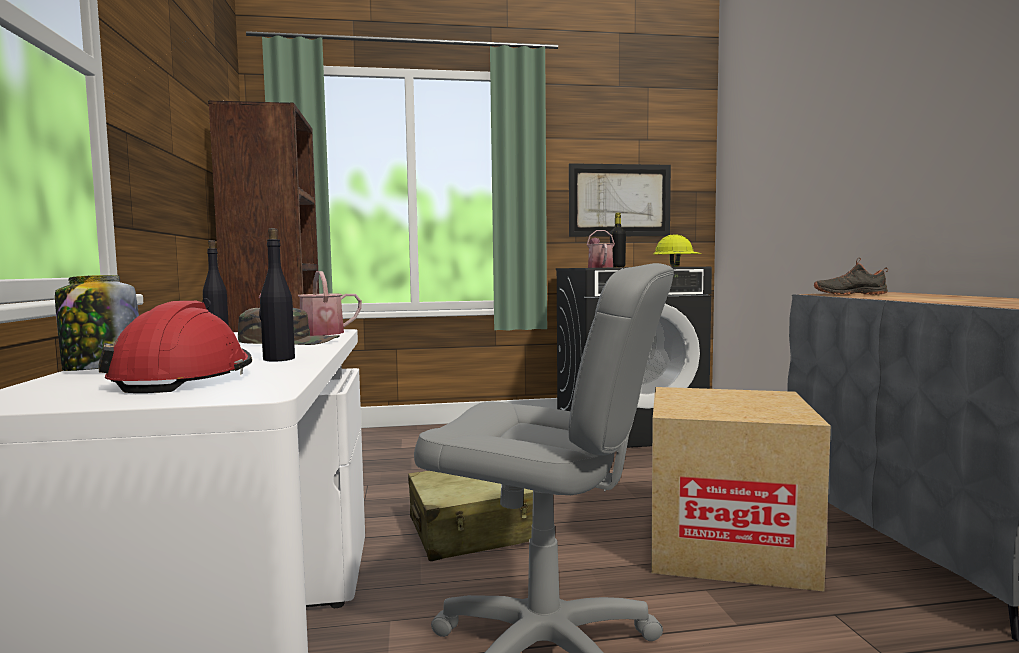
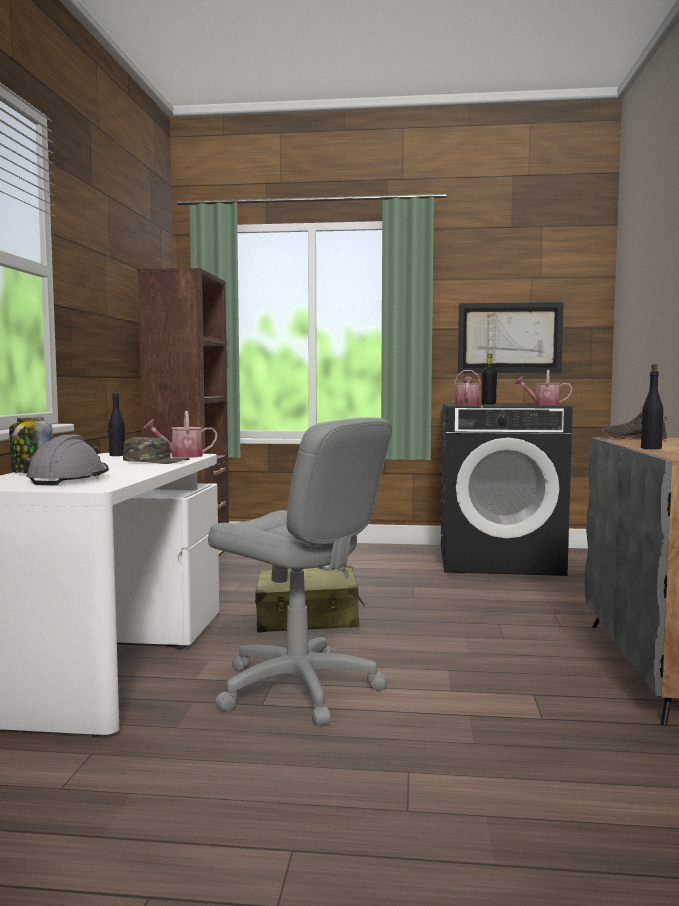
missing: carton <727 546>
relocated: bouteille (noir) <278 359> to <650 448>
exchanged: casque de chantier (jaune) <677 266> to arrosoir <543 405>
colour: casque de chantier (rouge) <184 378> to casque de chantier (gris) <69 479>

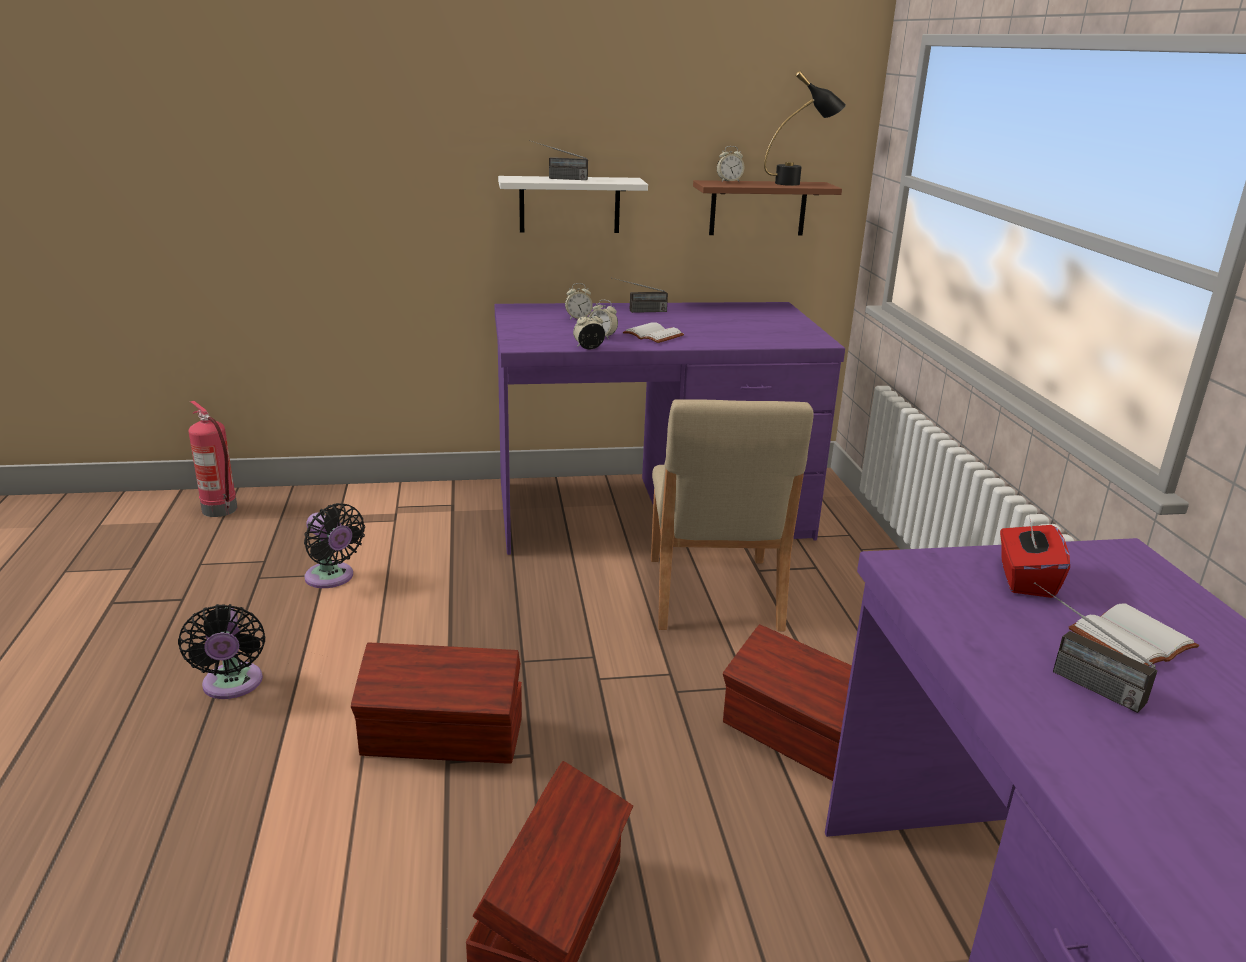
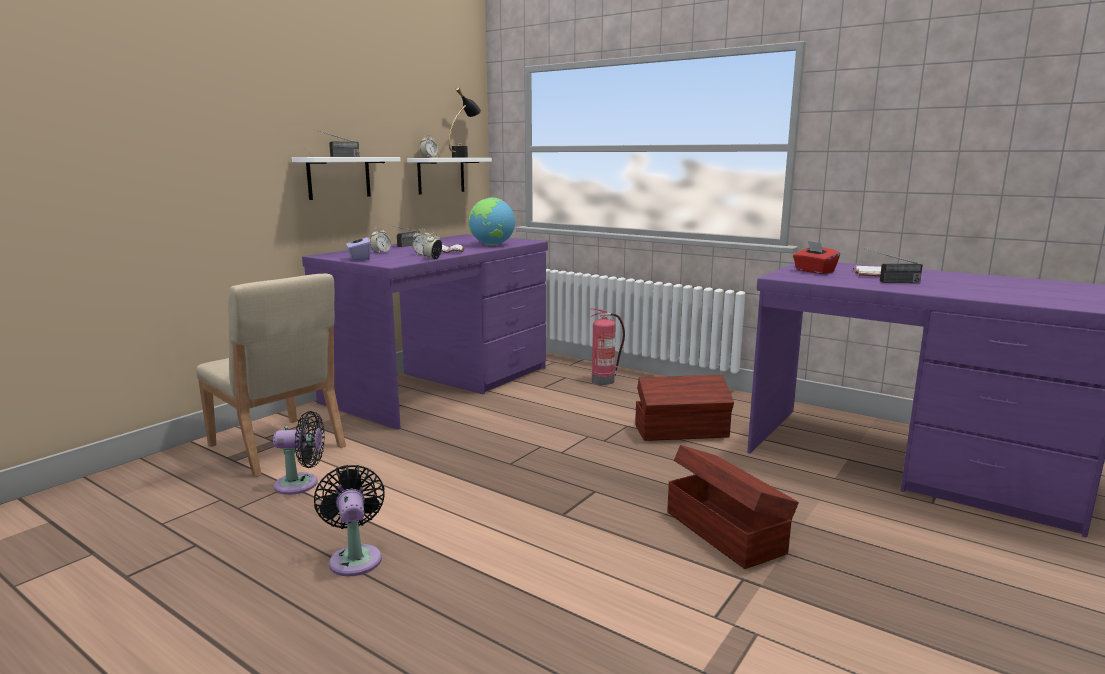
missing: boîte de rangement (marron) <443 738>
appeared: boîte à mouchoirs (violet) <359 258>; globe <492 245>
relocated: chaise (beige) <713 594> to <277 447>; extincteur <221 509> to <604 381>
colour: étagère (marron) <758 208> to étagère (blanc) <441 175>
spun: ventilateur (noir) <232 685> = <355 557> 135 degrees counterclockwise

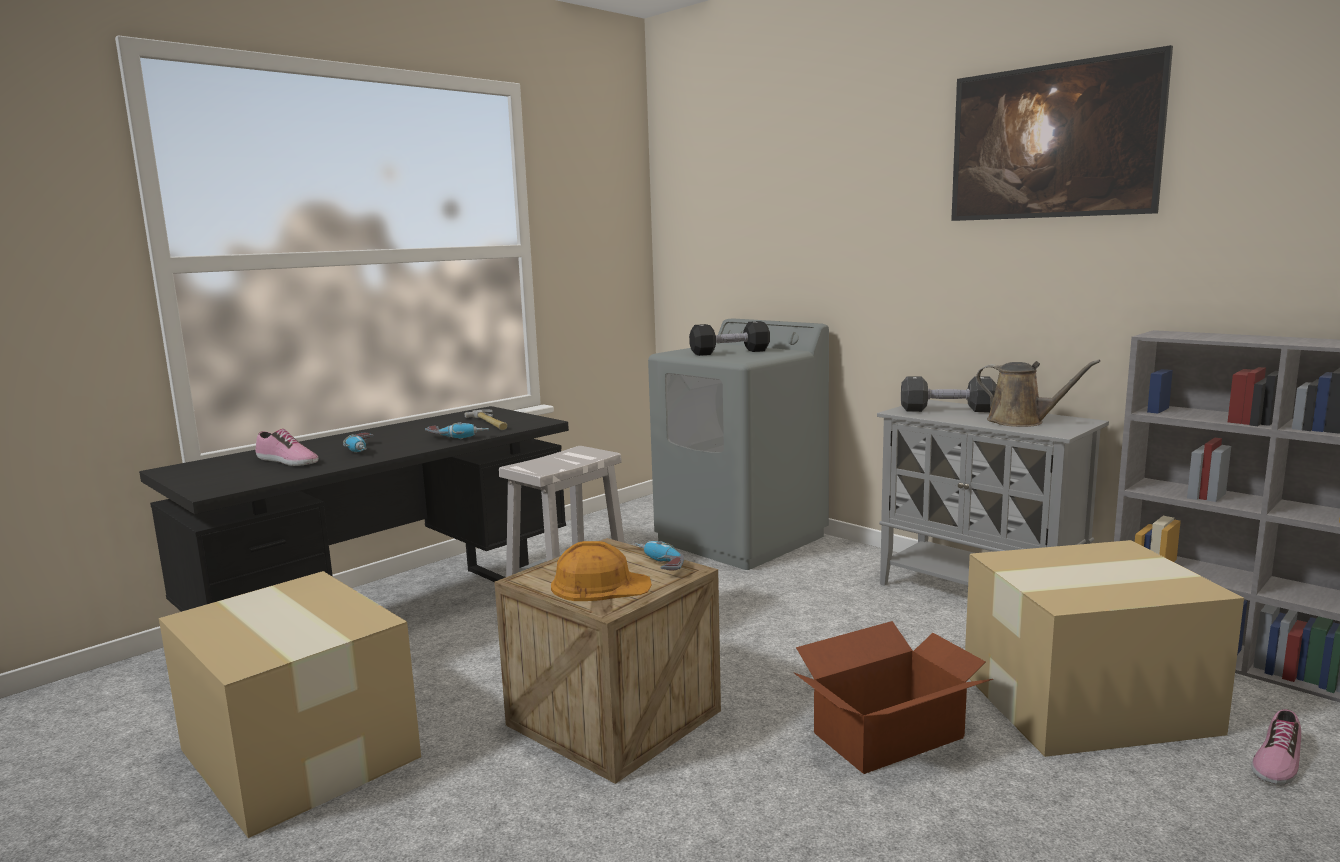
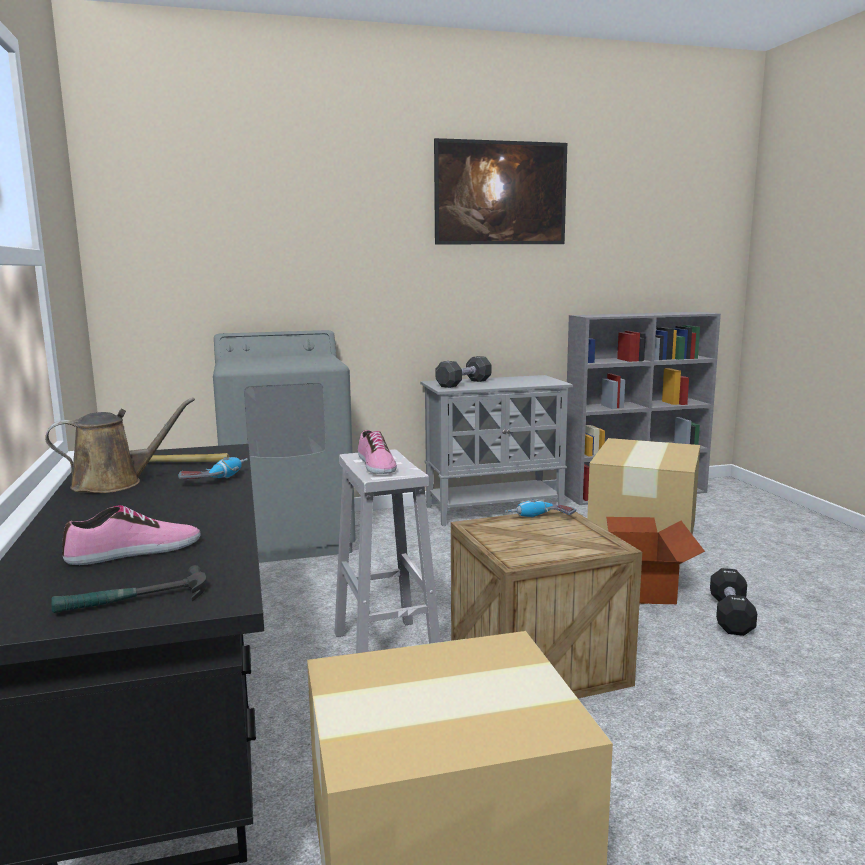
missing: perceuse <362 450>; casque de chantier (orange) <599 585>
appeared: marteau <133 601>
relocated: arrosoir (marron) <1021 421> to <114 483>; chaussure <1276 760> to <375 465>; haltère (noir) <729 352> to <730 615>

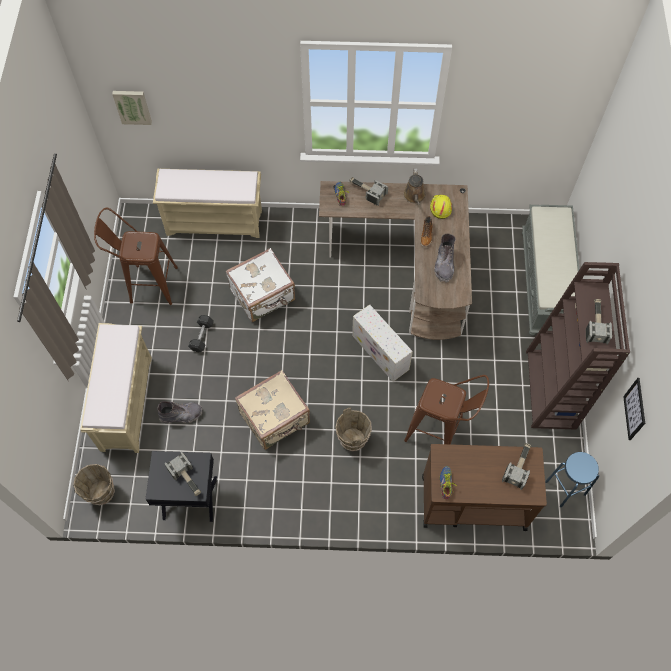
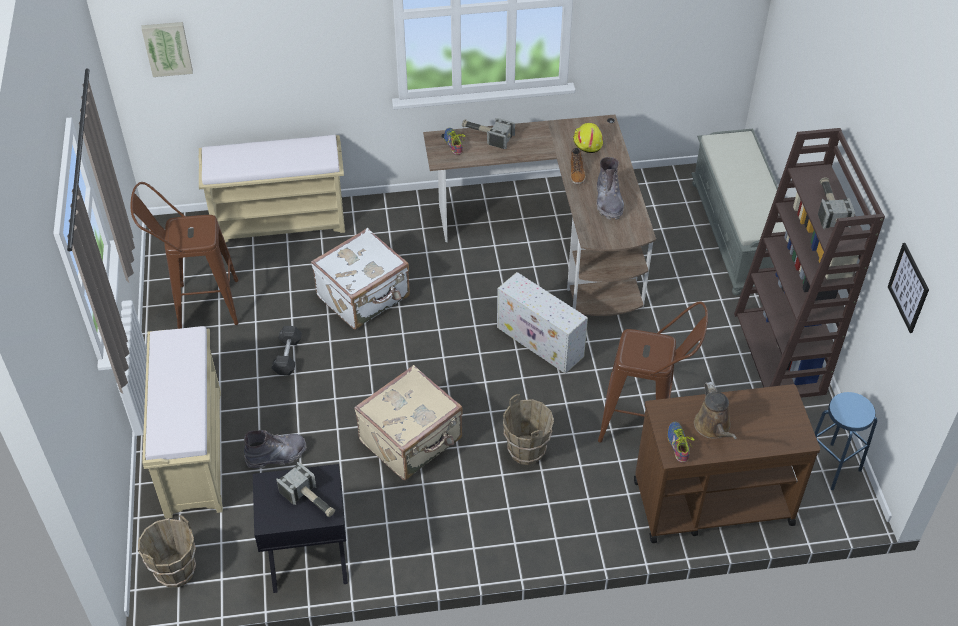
missing: marteau <519 466>
relocated: arrosoir (marron) <414 196> to <713 427>

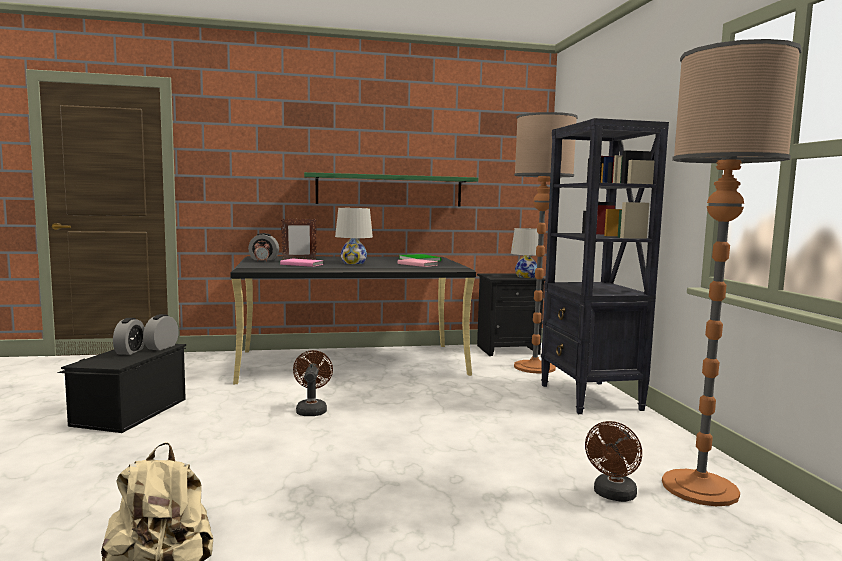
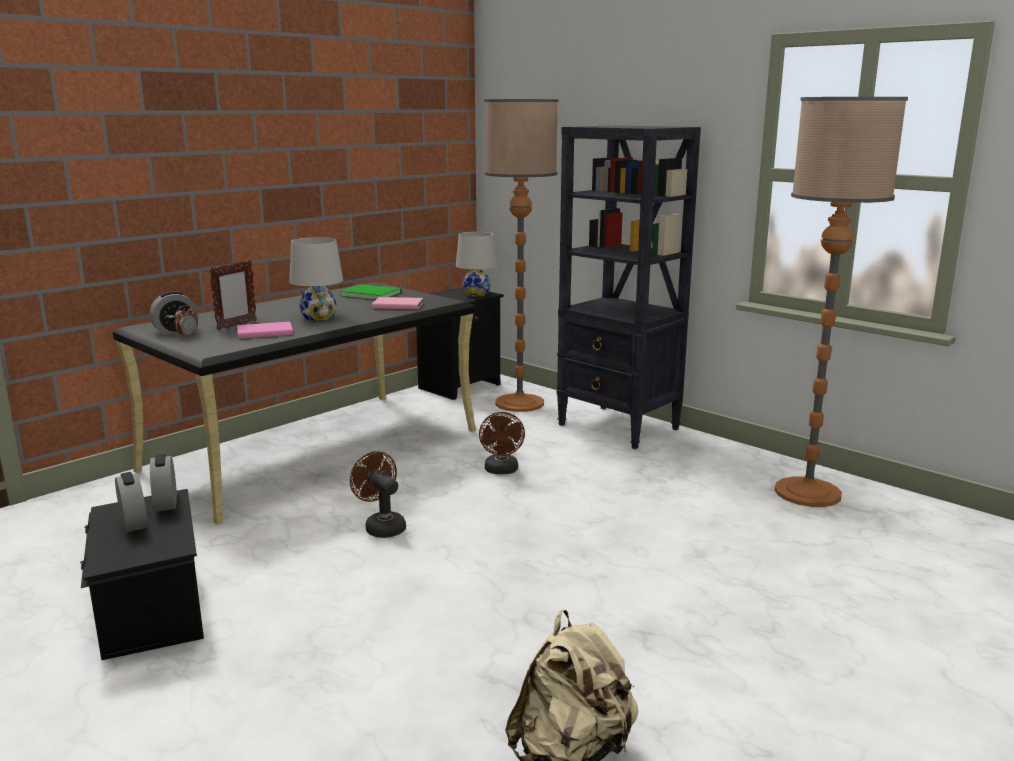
missing: étagère (vert) <389 190>
relocated: ventilateur (marron) <613 495> to <501 471>

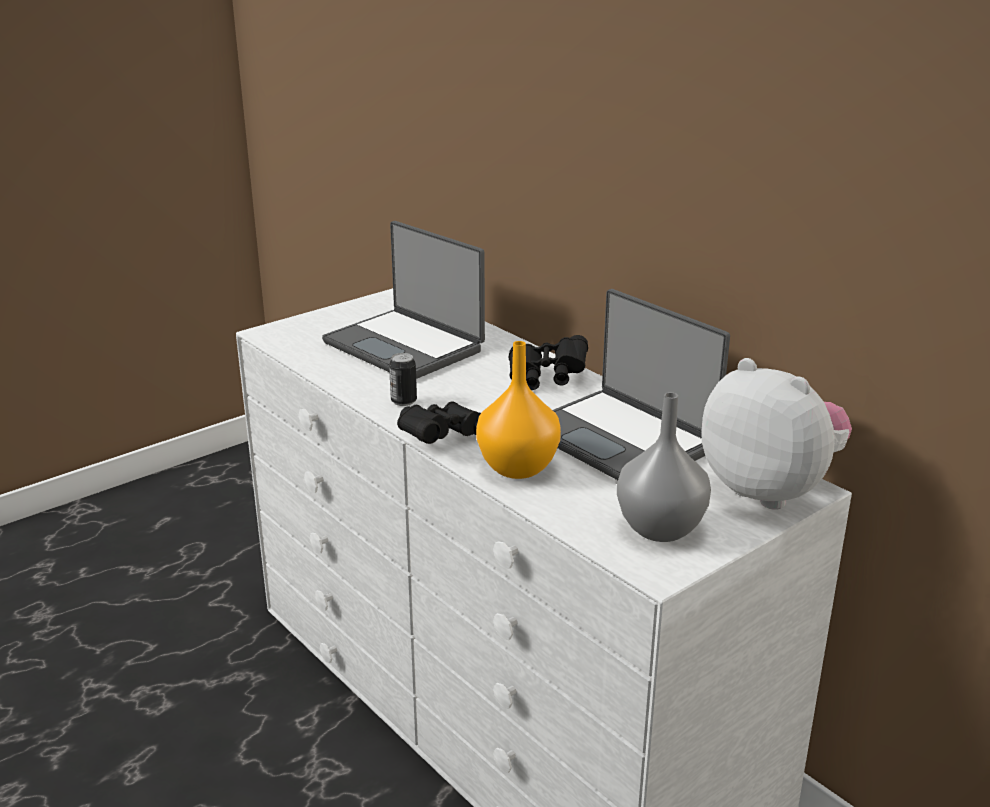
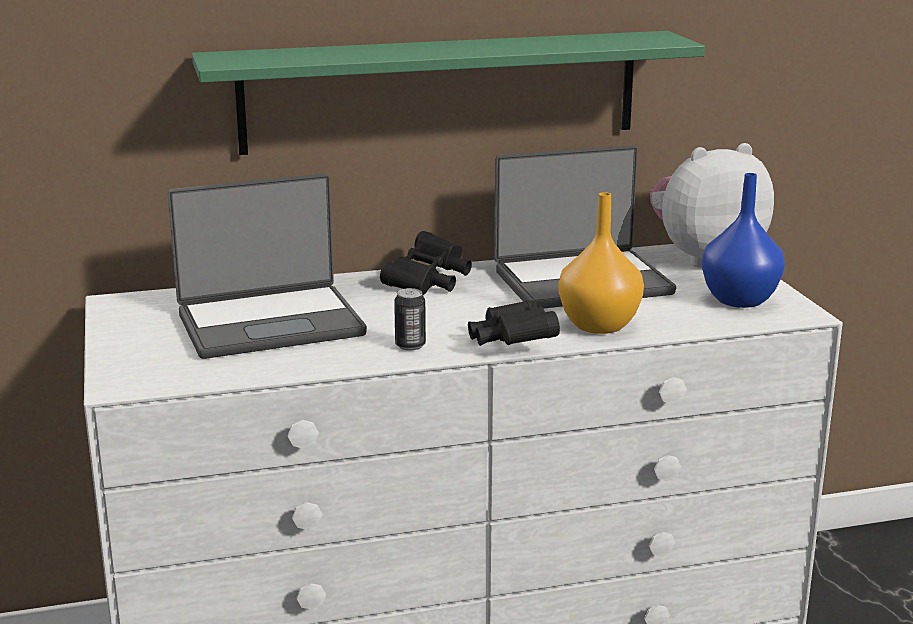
appeared: étagère (vert) <441 91>
colour: vase (gris) <659 529> to vase (bleu) <741 300>

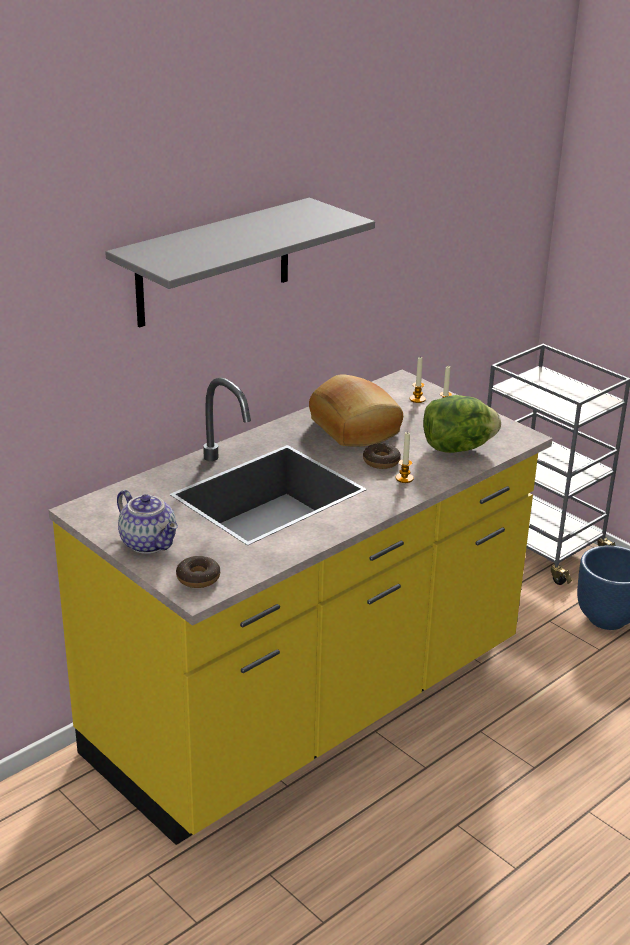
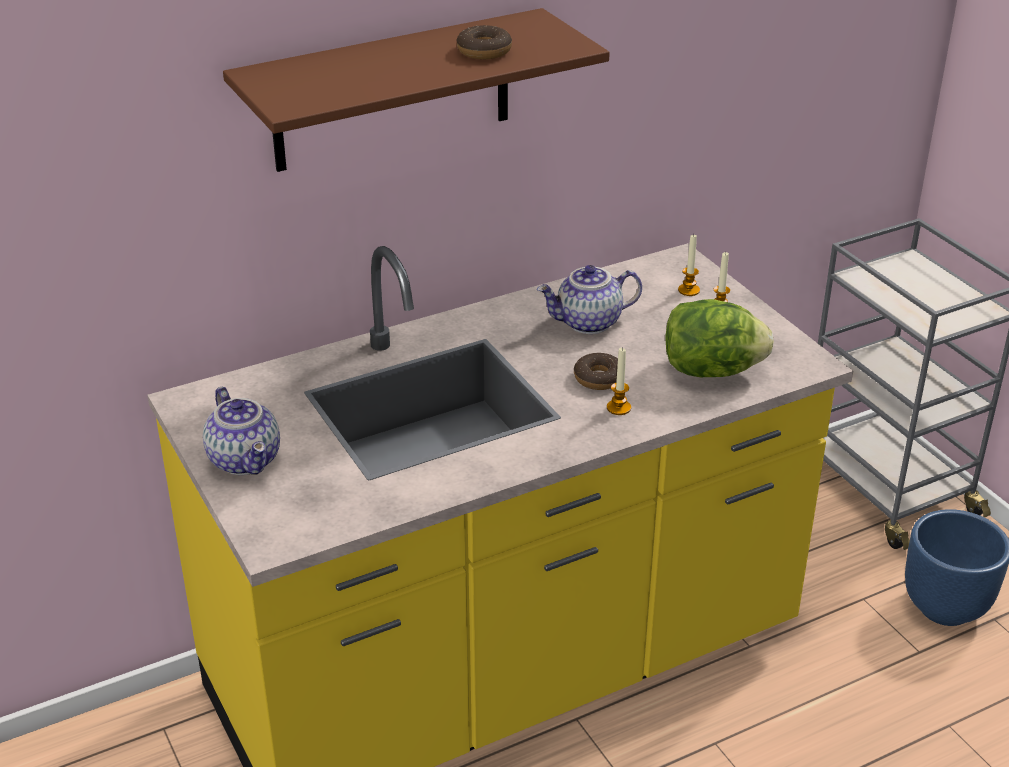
relocated: beignet <198 578> to <484 51>
exchanged: pain <357 427> to théière <588 323>
colour: étagère (gris) <214 263> to étagère (marron) <392 91>

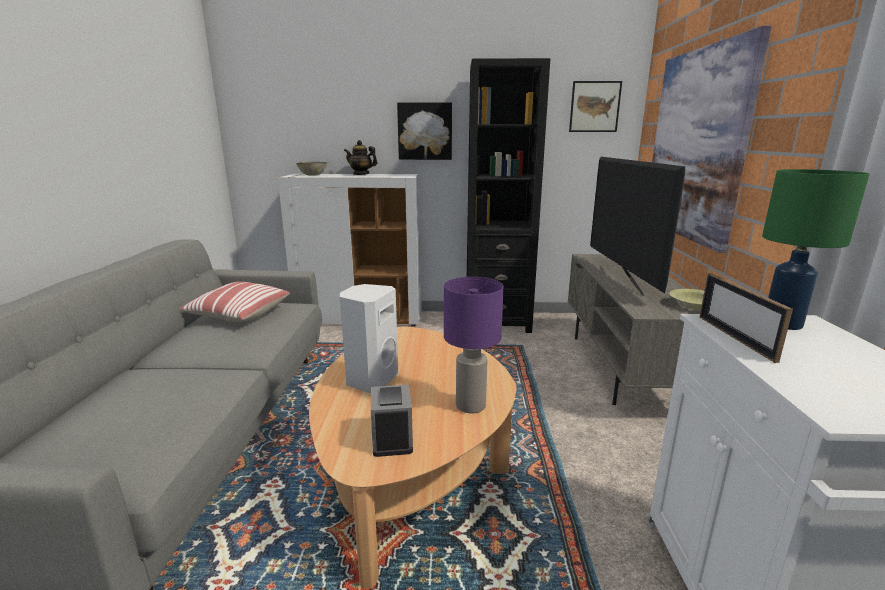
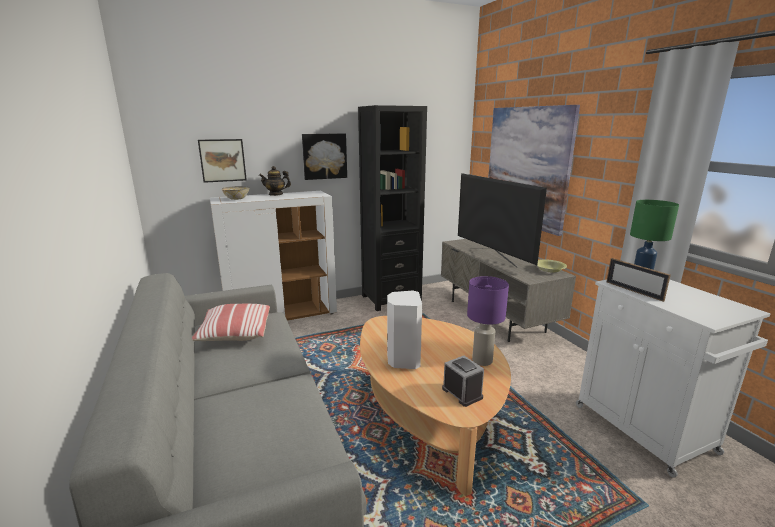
relocated: tableau <594 106> to <222 160>

